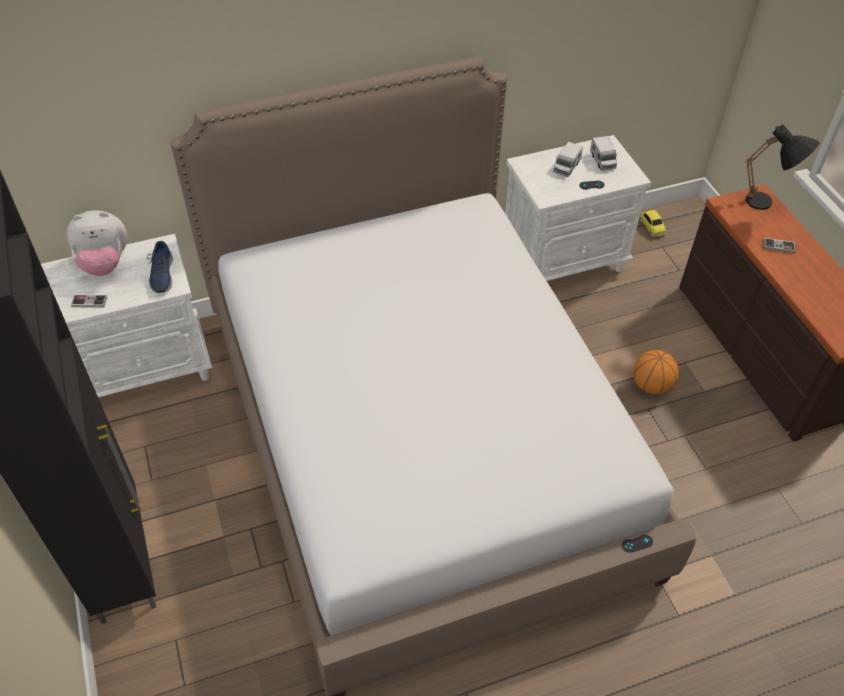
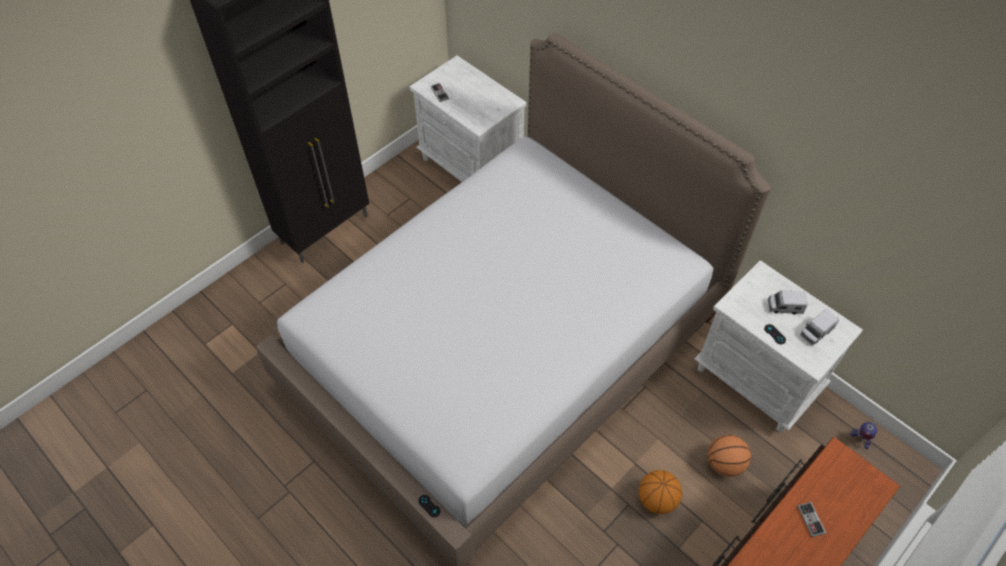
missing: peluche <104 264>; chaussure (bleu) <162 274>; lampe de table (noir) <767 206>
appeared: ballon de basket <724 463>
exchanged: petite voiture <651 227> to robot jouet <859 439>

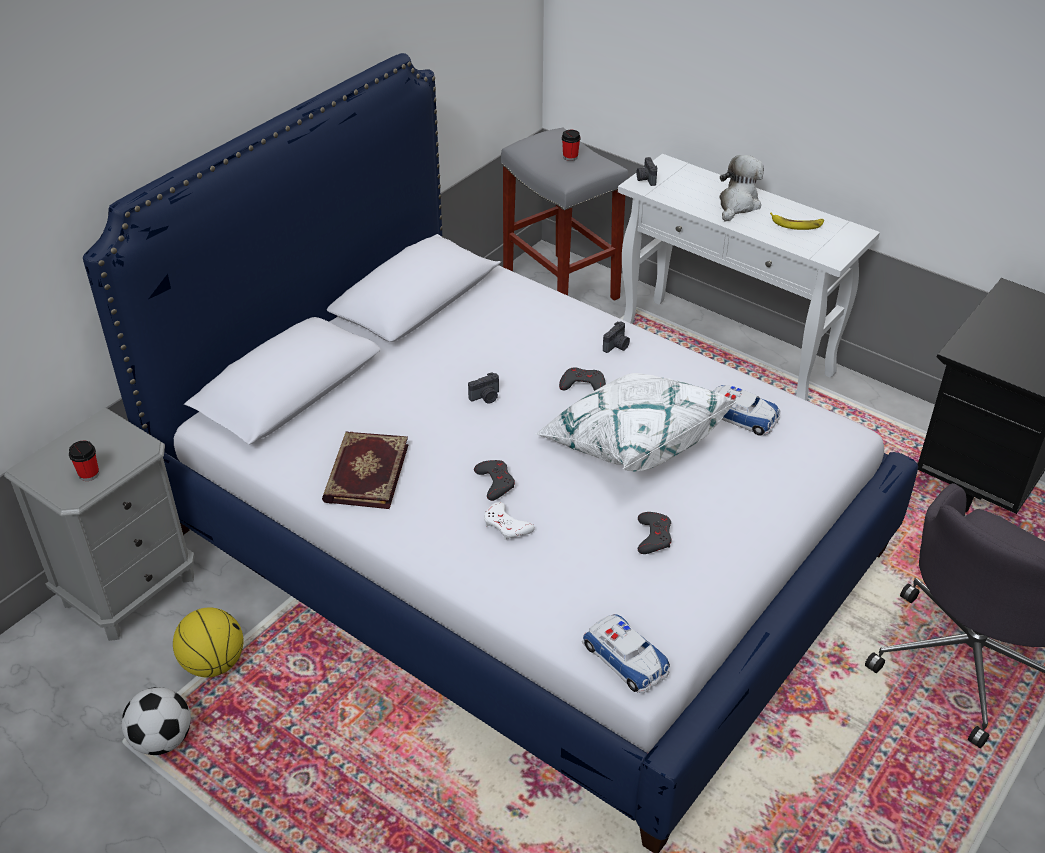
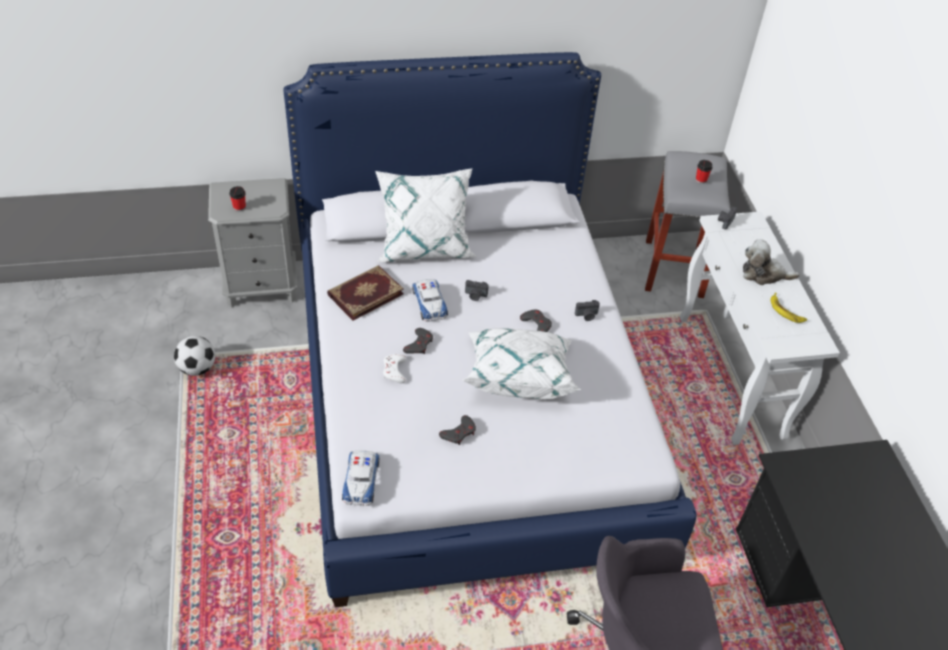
missing: ballon de basket <213 663>
appeared: coussin (blanc) <425 245>
relocated: petite voiture <740 416> to <429 303>
spun: peluche <737 204> = <763 274> 150 degrees counterclockwise

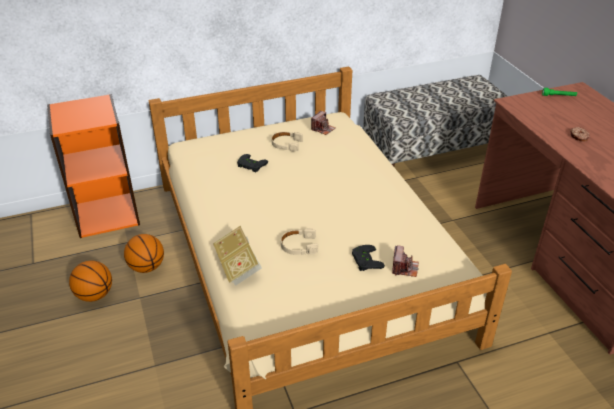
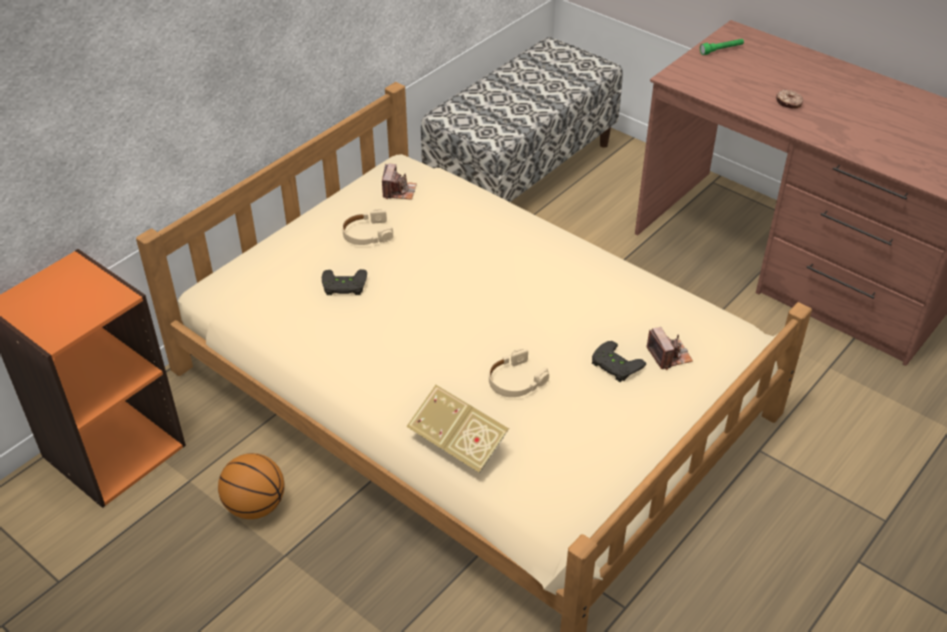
missing: ballon de basket <95 295>

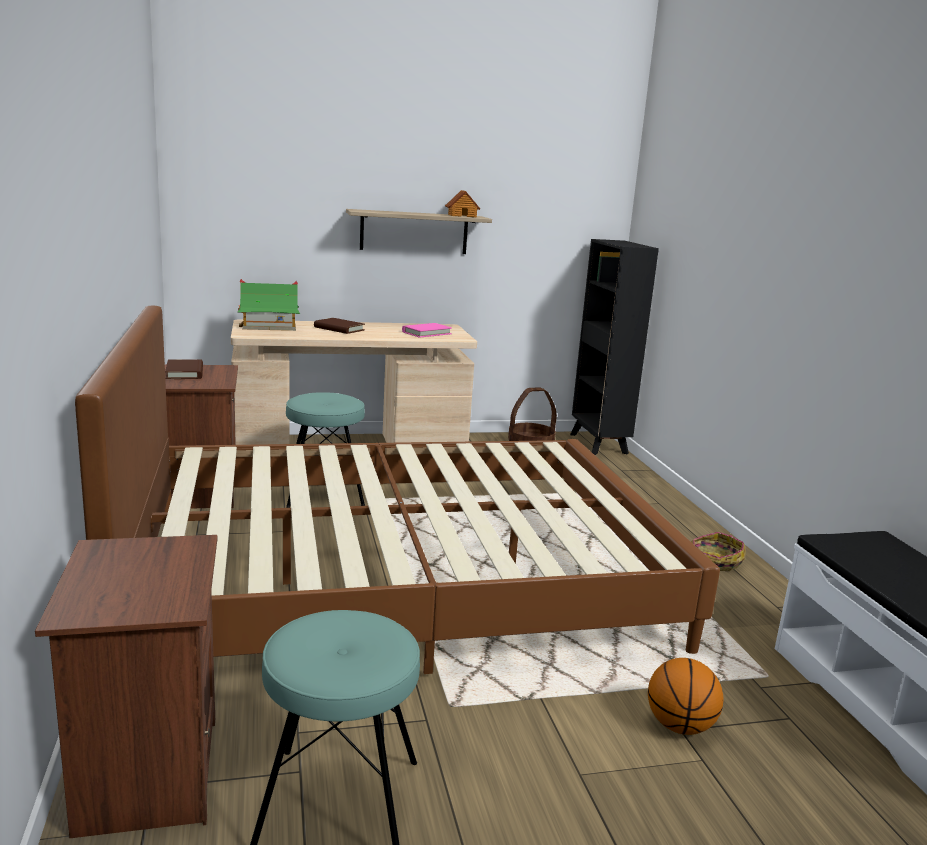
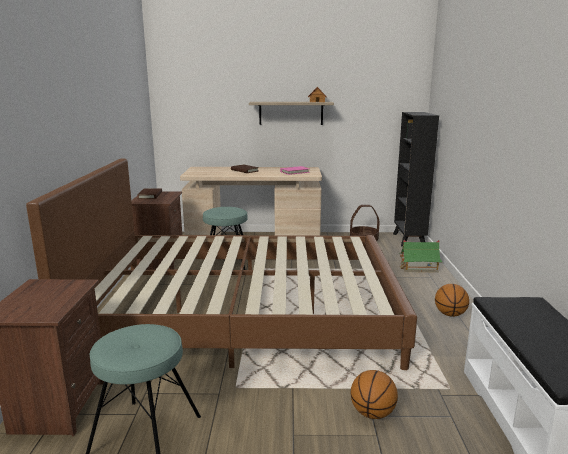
relocated: maison miniature <268 326> to <418 268>
exchanged: panier <714 561> to ballon de basket <450 314>

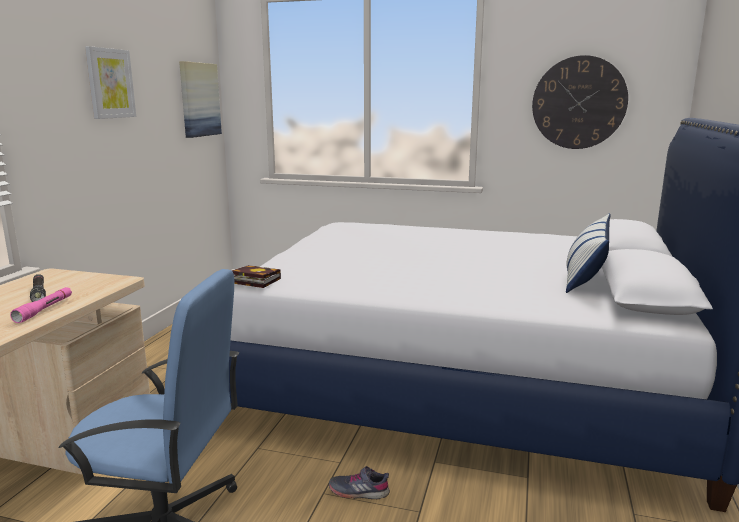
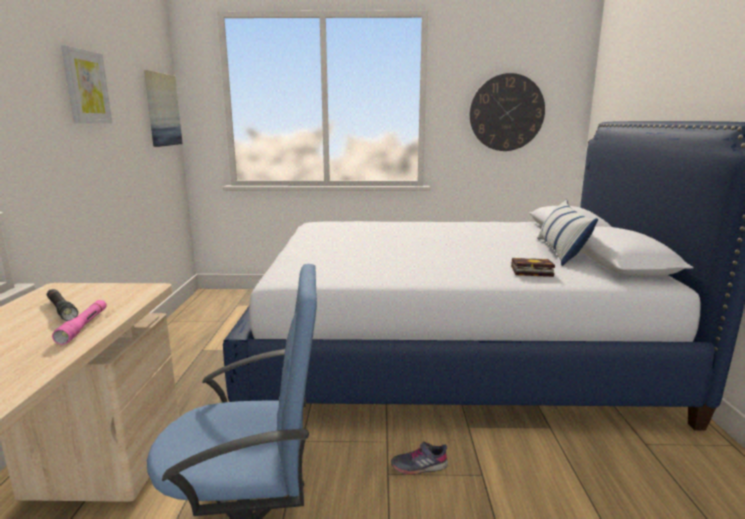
relocated: livre <253 280> to <529 271>

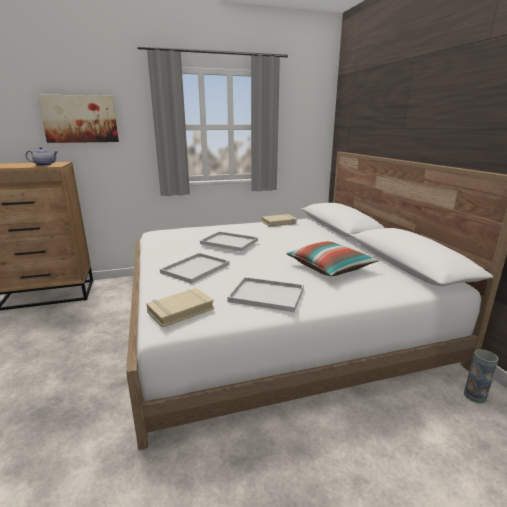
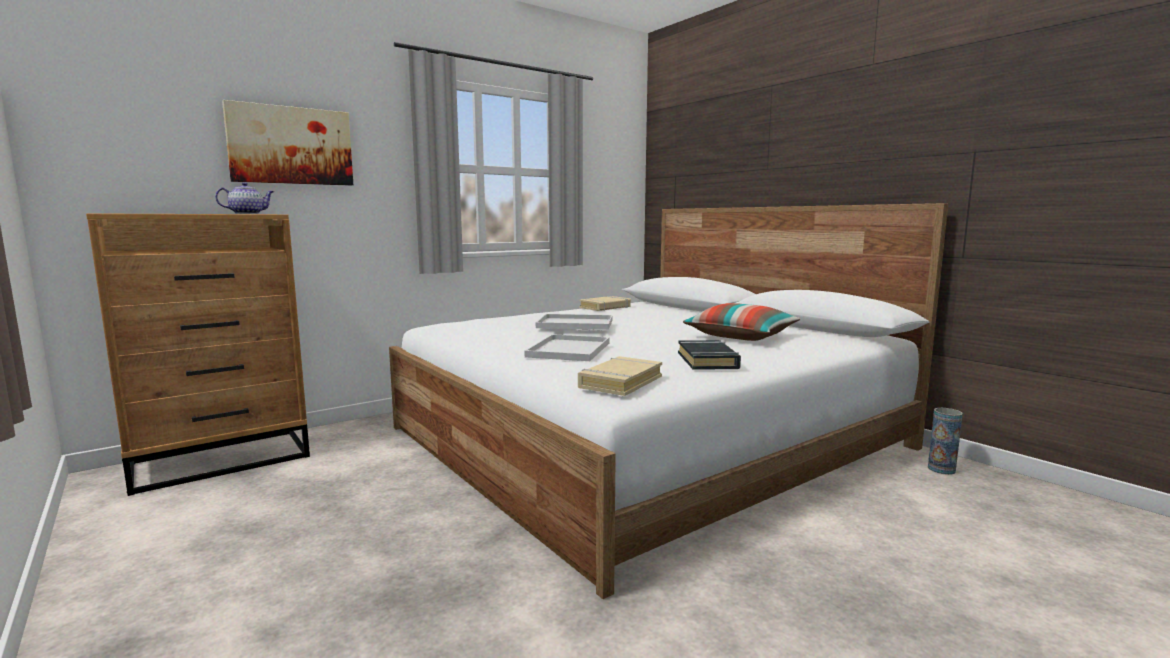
exchanged: plateau (blanc) <268 295> to livre (noir) <707 361>

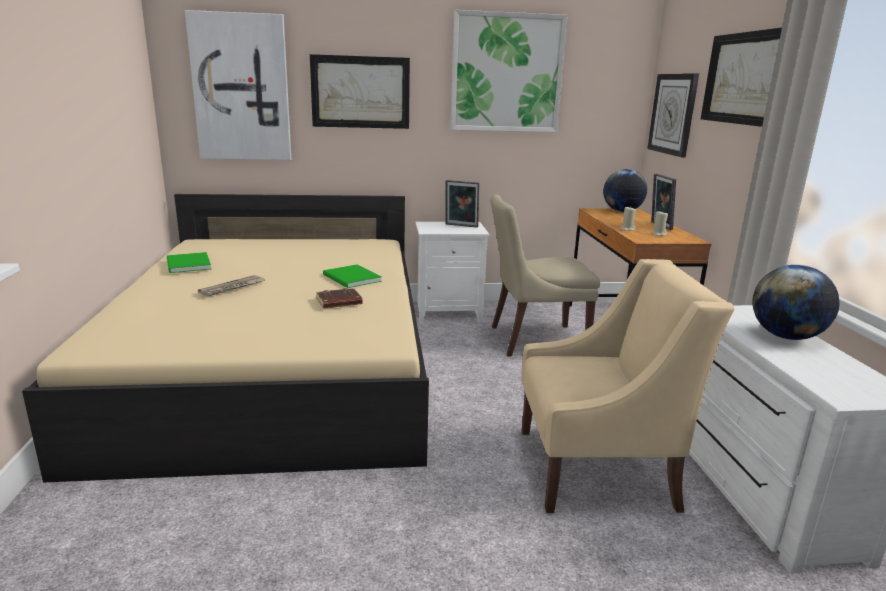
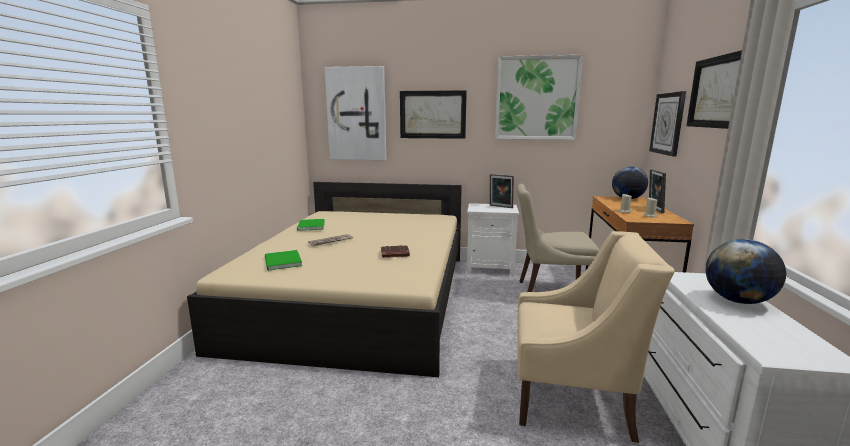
relocated: livre (vert) <351 279> to <282 262>

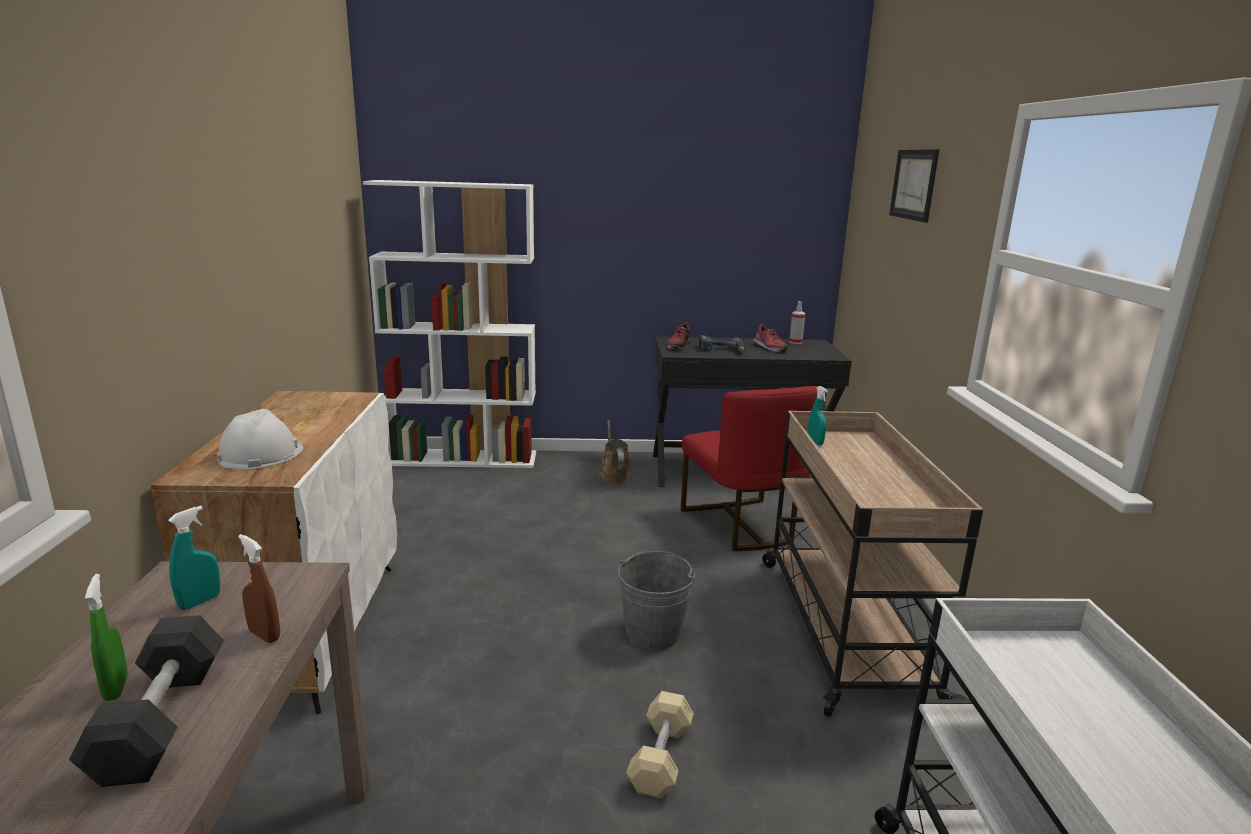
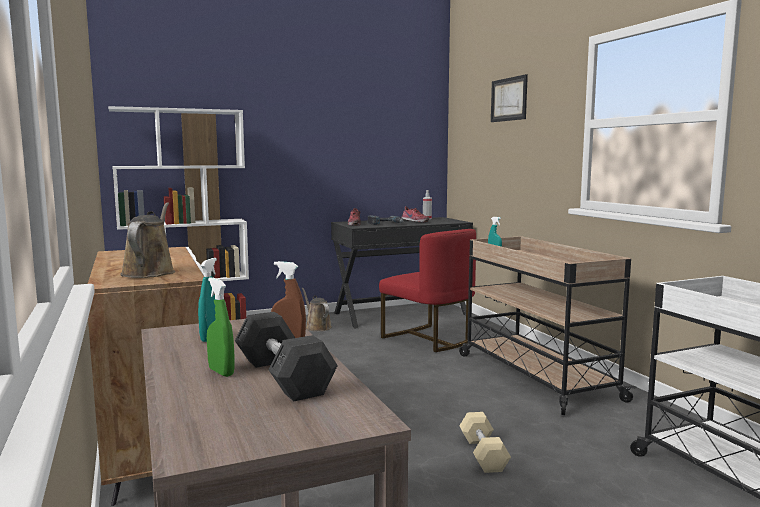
missing: seau (gris) <653 633>
exchanged: casque de chantier (blanc) <261 454> to arrosoir (marron) <150 272>

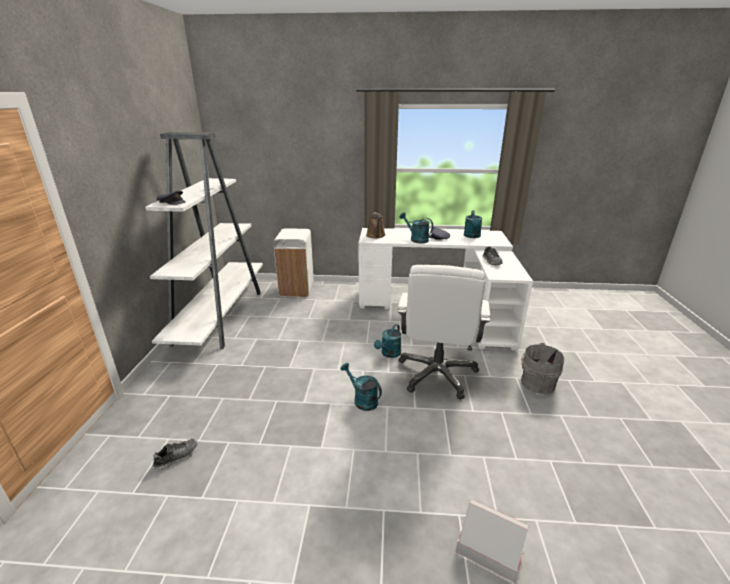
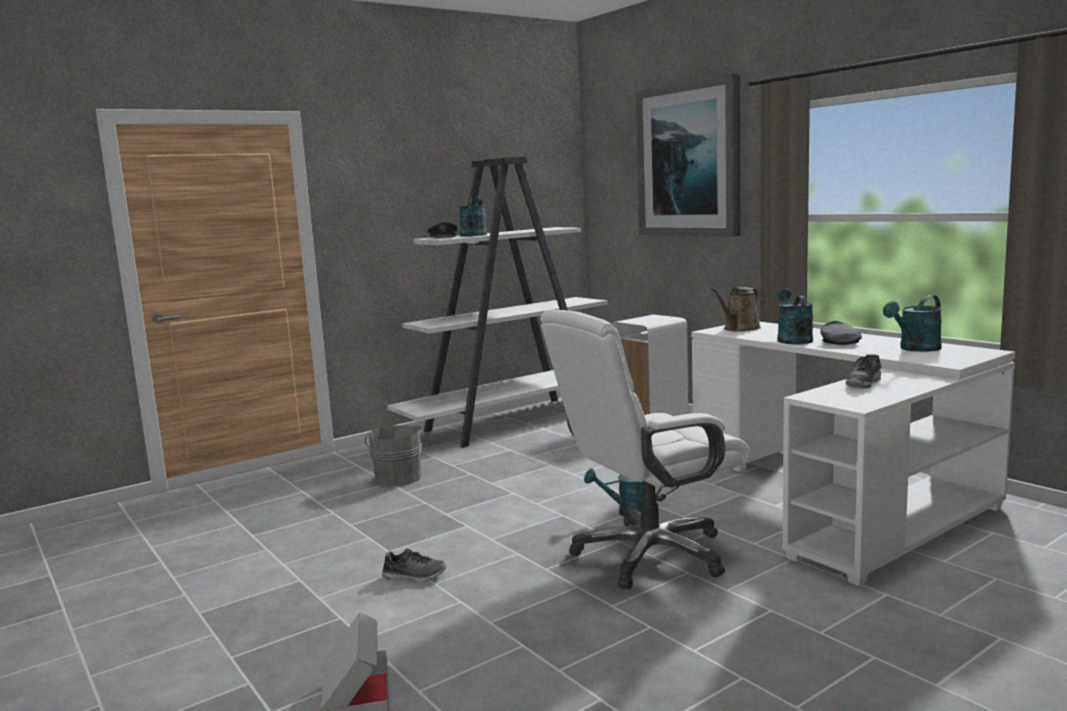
appeared: tableau <689 160>
relocated: seau (gris) <536 382> to <397 477>; chaussure <176 457> to <414 576>; arrosoir (turquoise) <362 400> to <474 235>

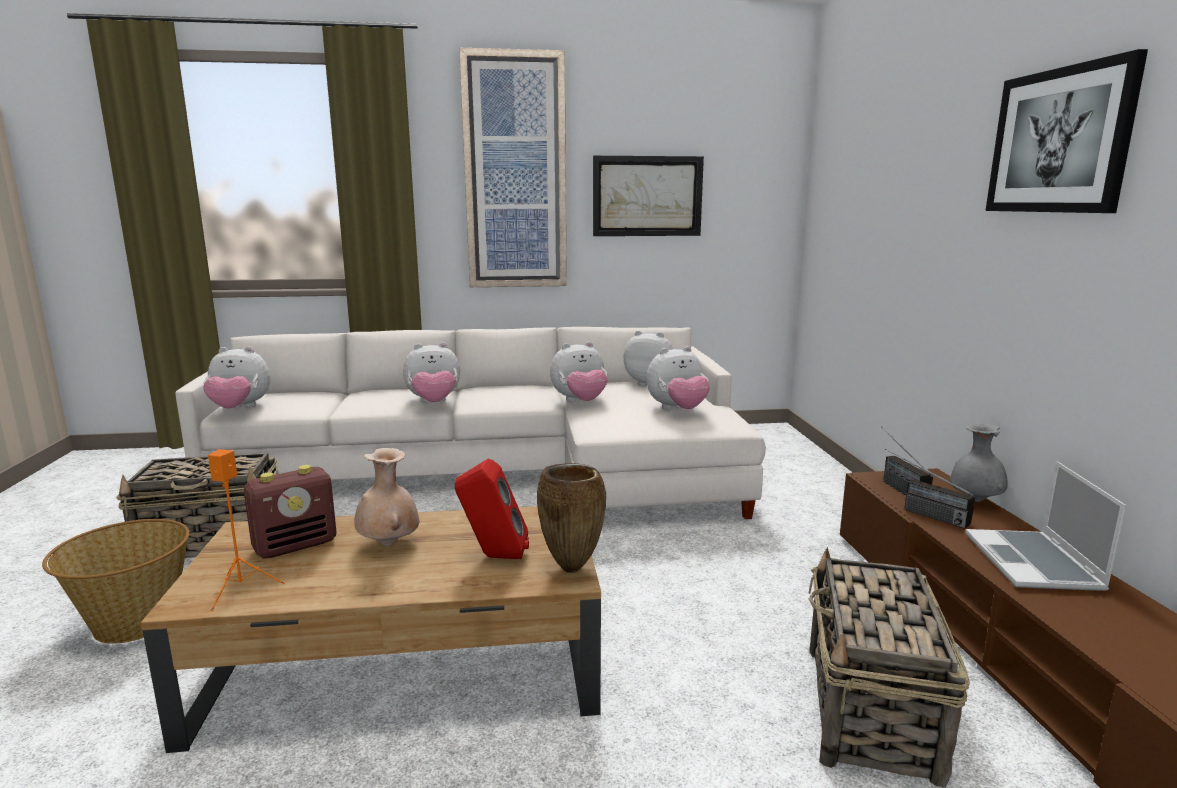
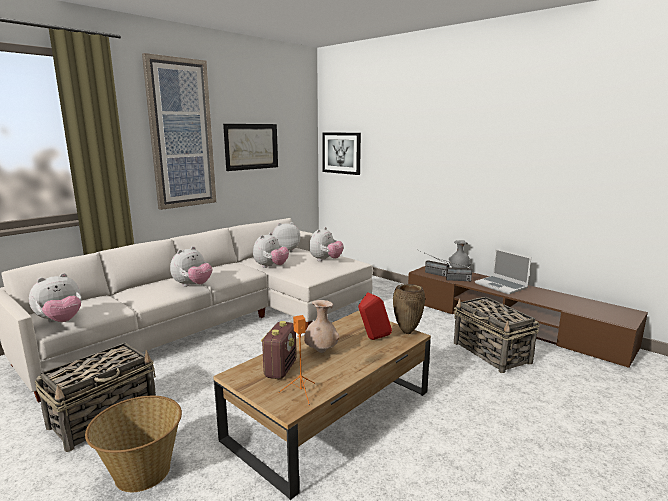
relocated: tableau <1059 141> to <341 153>

